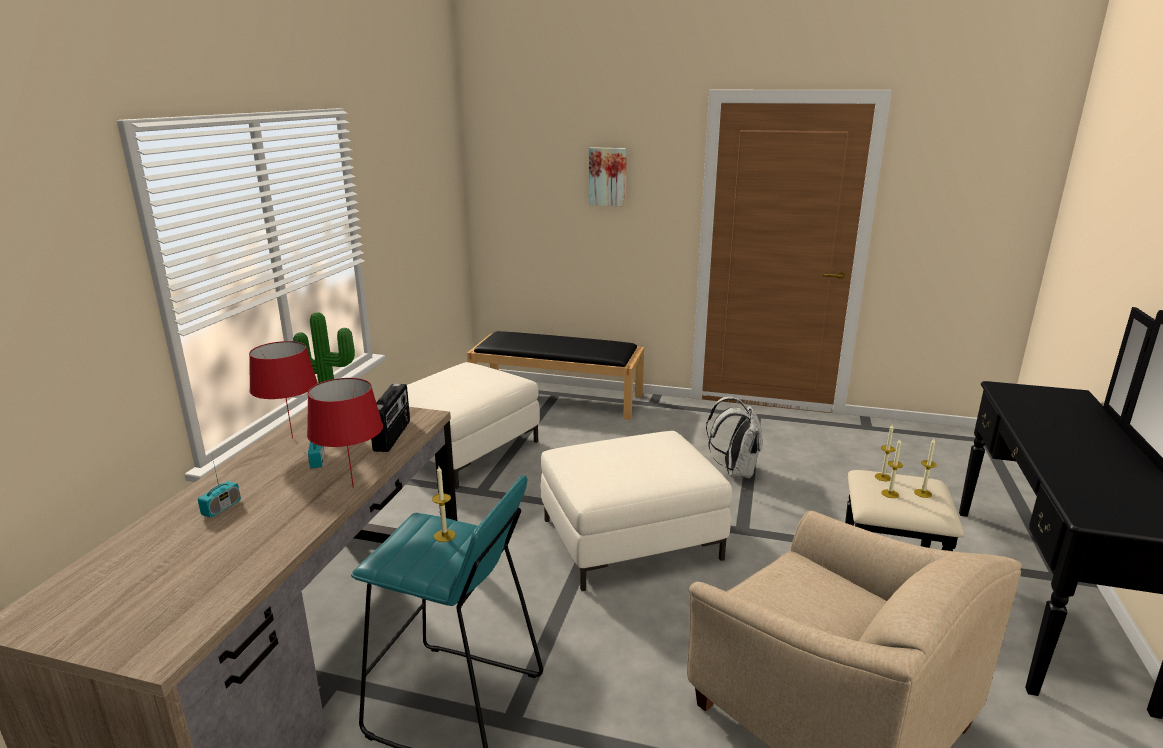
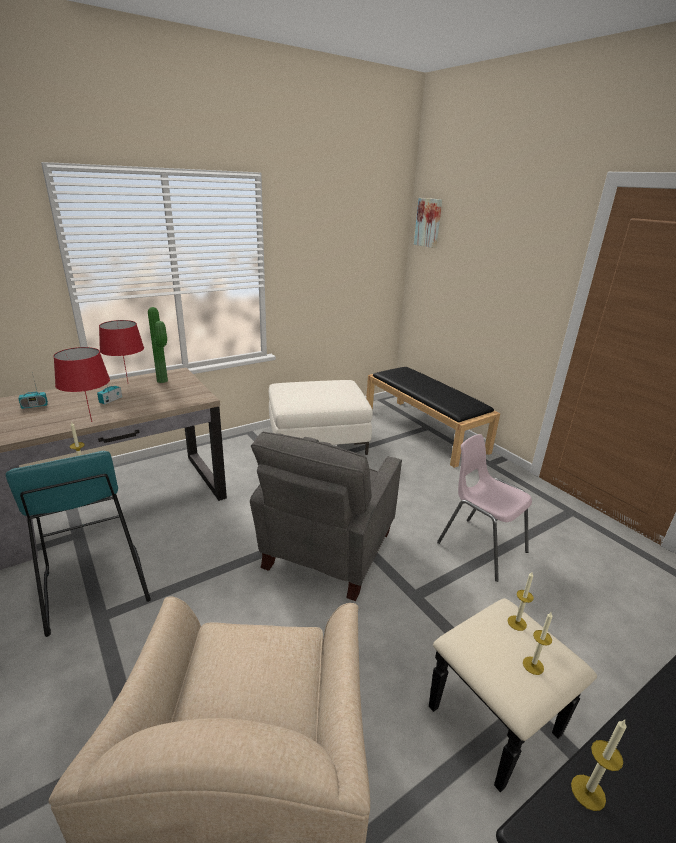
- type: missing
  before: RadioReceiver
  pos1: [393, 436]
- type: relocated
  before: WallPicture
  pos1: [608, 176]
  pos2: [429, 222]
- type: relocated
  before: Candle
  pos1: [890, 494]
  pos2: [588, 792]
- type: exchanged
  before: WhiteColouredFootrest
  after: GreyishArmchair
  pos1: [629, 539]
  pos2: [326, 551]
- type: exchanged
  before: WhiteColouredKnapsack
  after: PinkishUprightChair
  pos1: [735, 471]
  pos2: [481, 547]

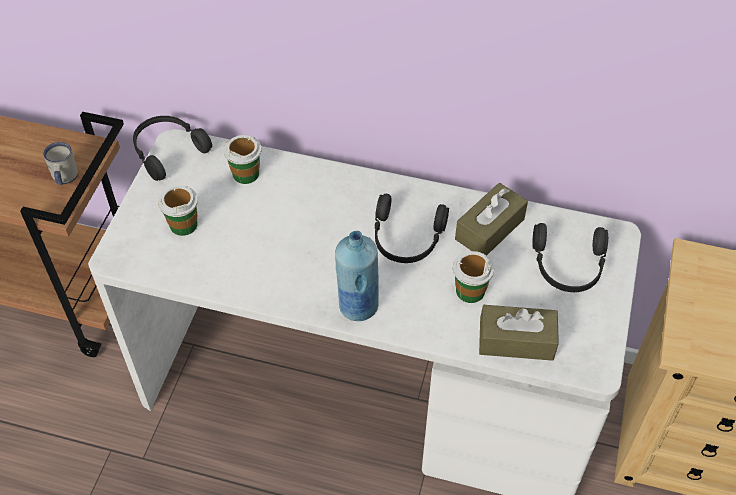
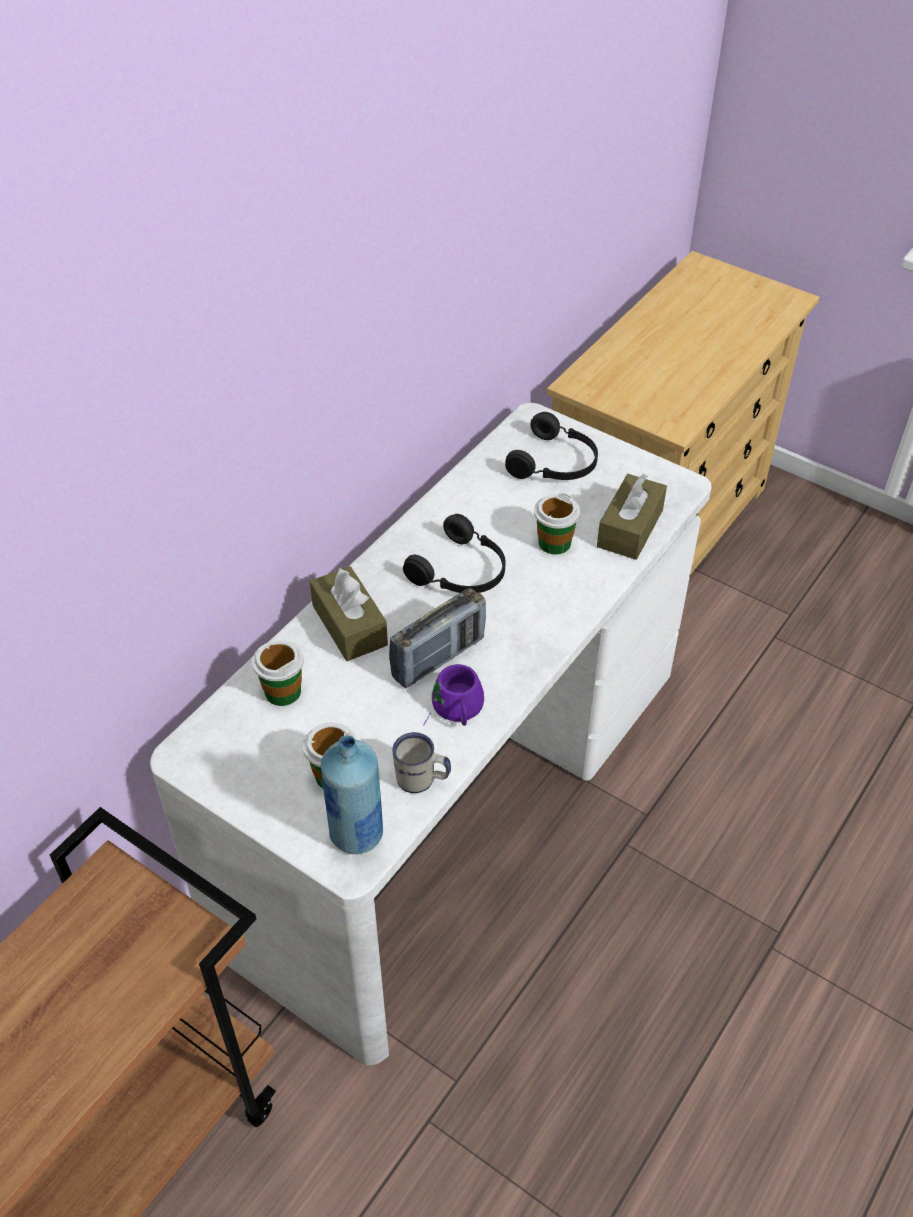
- type: missing
  before: BlackHeadphones
  pos1: [167, 151]
- type: appeared
  after: RadioReceiver
  pos2: [438, 658]
- type: appeared
  after: PurpleCoffeeMug
  pos2: [453, 709]
- type: relocated
  before: WhiteColouredCoffeeMug
  pos1: [64, 179]
  pos2: [422, 780]
- type: relocated
  before: BlueColouredBottle
  pos1: [357, 306]
  pos2: [356, 834]
- type: relocated
  before: BrownColouredBoxOfTissues
  pos1: [489, 229]
  pos2: [349, 625]

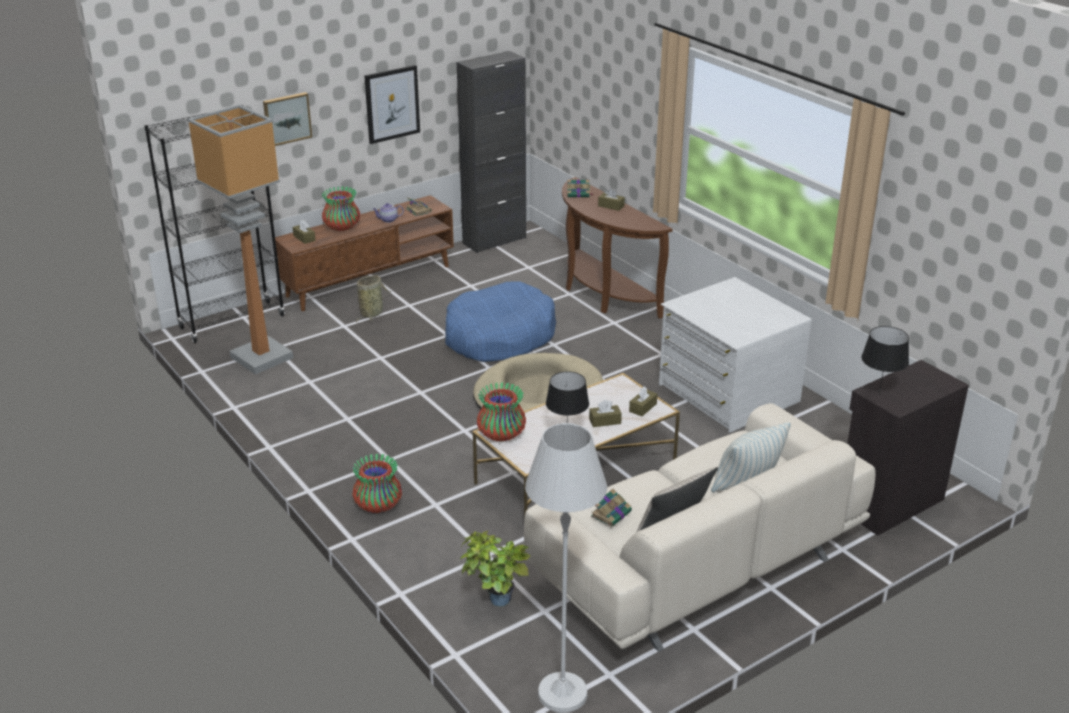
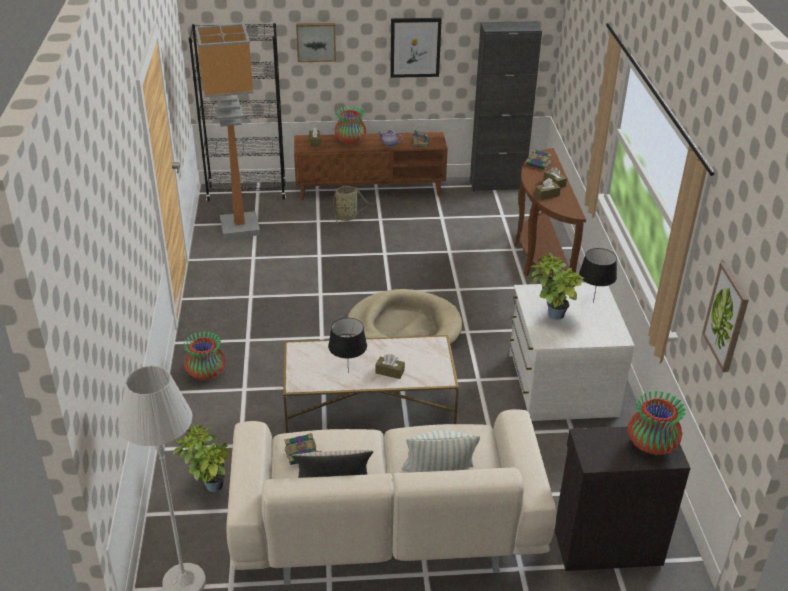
- type: missing
  before: BlueColouredPetBed
  pos1: [499, 337]
- type: appeared
  after: PottedPlant
  pos2: [551, 315]
- type: appeared
  after: WallPicture
  pos2: [726, 317]
- type: relocated
  before: DecorativeVase
  pos1: [501, 434]
  pos2: [651, 444]
- type: relocated
  before: BrownColouredBoxOfTissues
  pos1: [643, 407]
  pos2: [547, 195]
- type: relocated
  before: BlackLampForATable
  pos1: [878, 395]
  pos2: [592, 302]

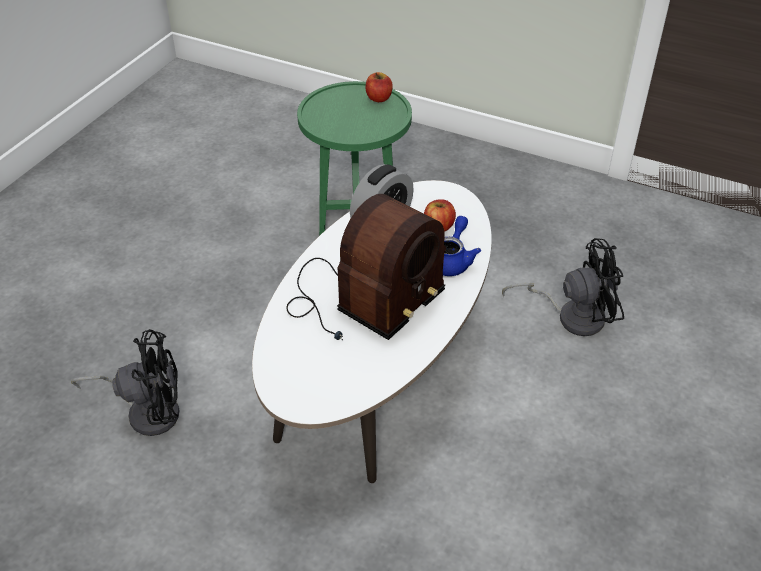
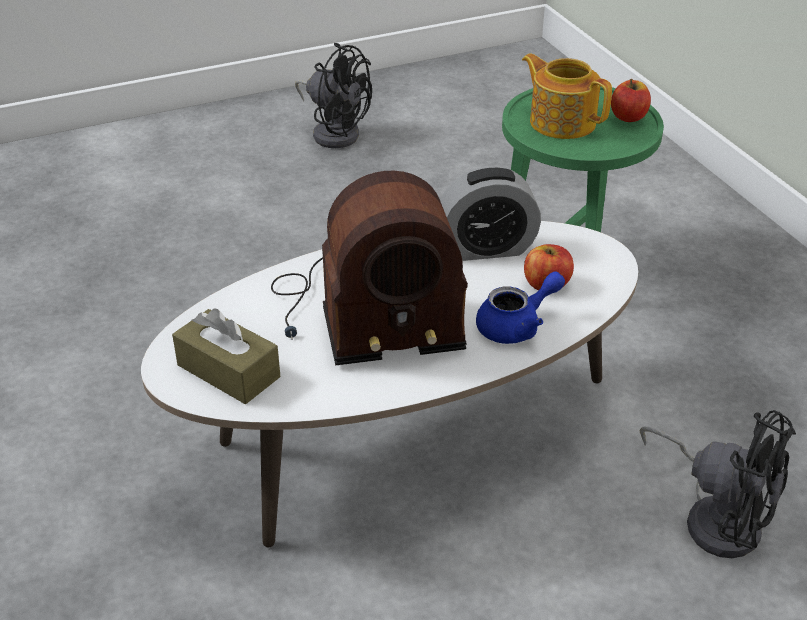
- type: appeared
  after: BrownColouredBoxOfTissues
  pos2: [228, 371]
- type: appeared
  after: Teapot
  pos2: [561, 122]
- type: relocated
  before: BlackElectricFan
  pos1: [147, 411]
  pos2: [334, 132]

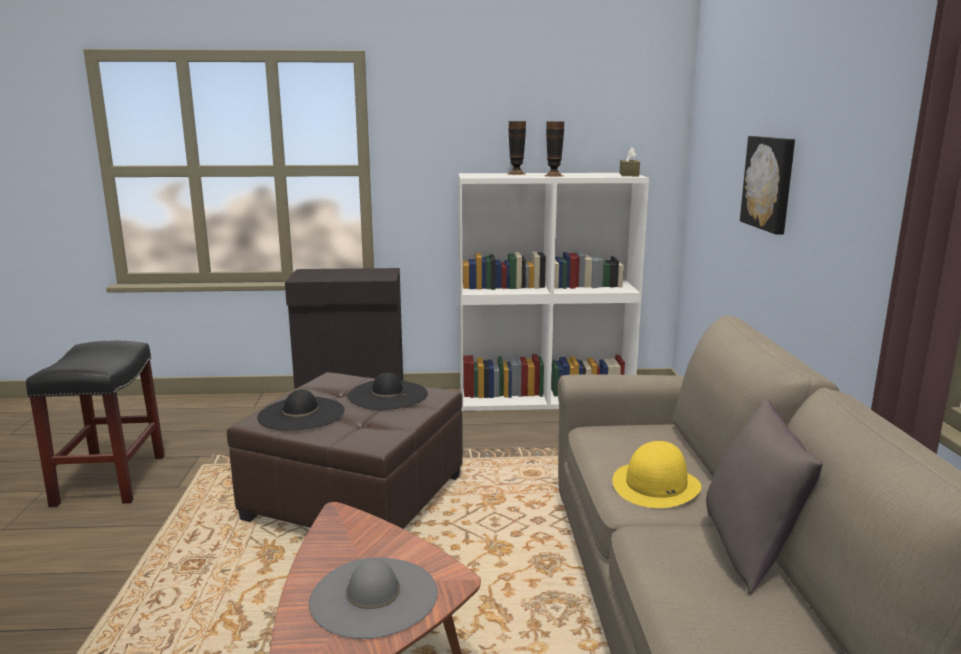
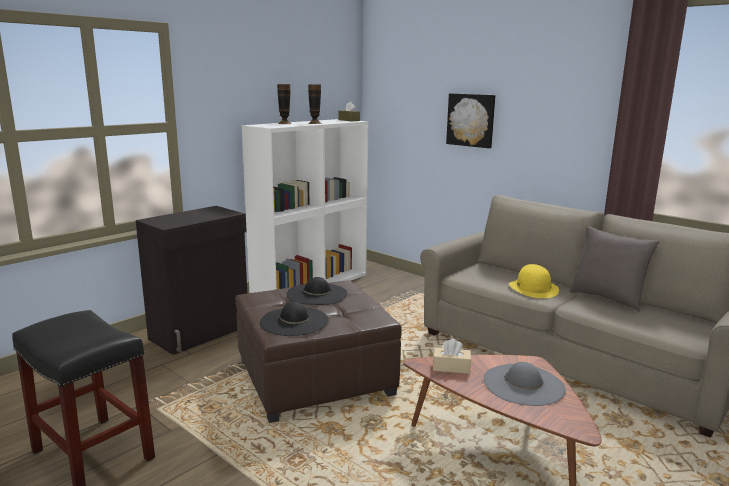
- type: appeared
  after: BeigeColouredBoxOfTissues
  pos2: [451, 367]

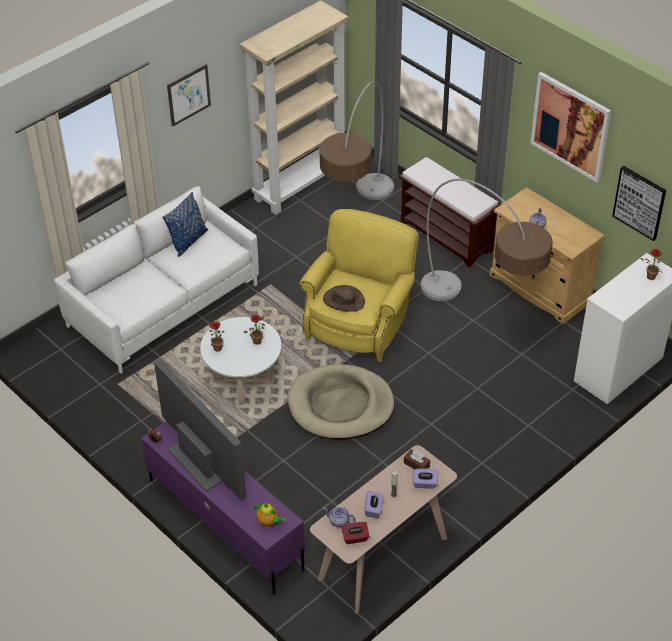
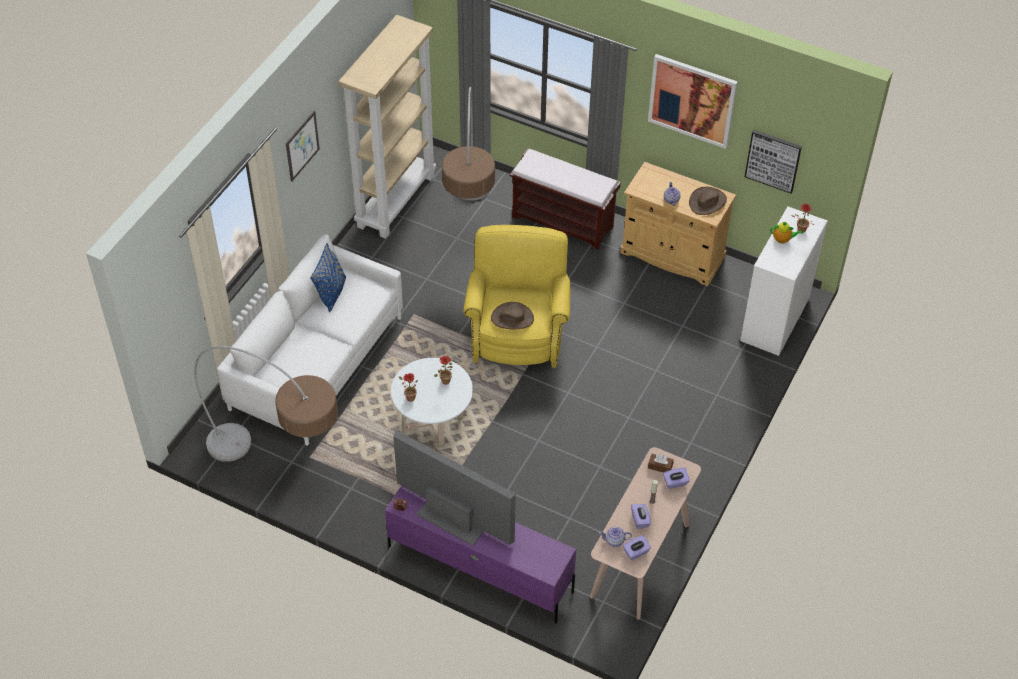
- type: missing
  before: BeigeColouredPetBed
  pos1: [340, 405]
- type: appeared
  after: BrownColouredWearableHat
  pos2: [707, 202]
- type: relocated
  before: Teapot
  pos1: [269, 522]
  pos2: [783, 239]
- type: relocated
  before: StandardLamp
  pos1: [482, 316]
  pos2: [281, 466]
- type: colour
  before: ReddishBoxOfTissues
  after: PurpleBoxOfTissues
  pos1: [355, 538]
  pos2: [636, 552]

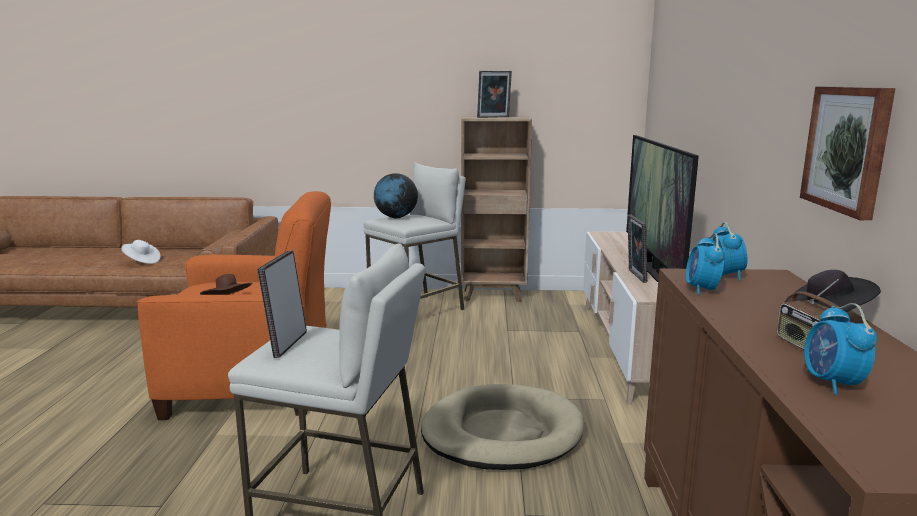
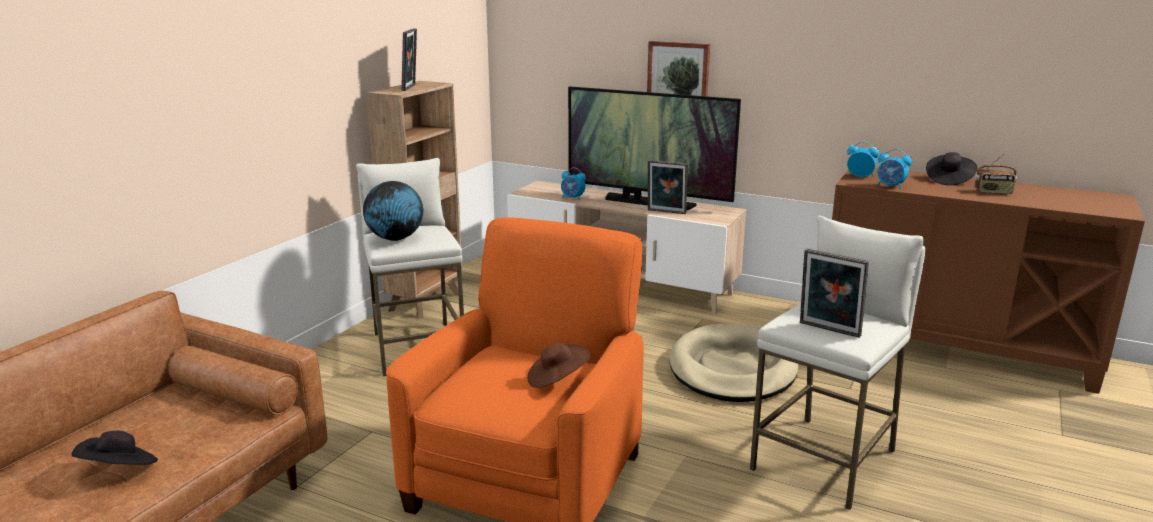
- type: relocated
  before: WallPicture
  pos1: [848, 149]
  pos2: [678, 74]
- type: relocated
  before: BedsideClock
  pos1: [832, 383]
  pos2: [572, 198]
- type: colour
  before: WhiteColouredWearableHat
  after: BlackWearableHat
  pos1: [142, 261]
  pos2: [120, 469]

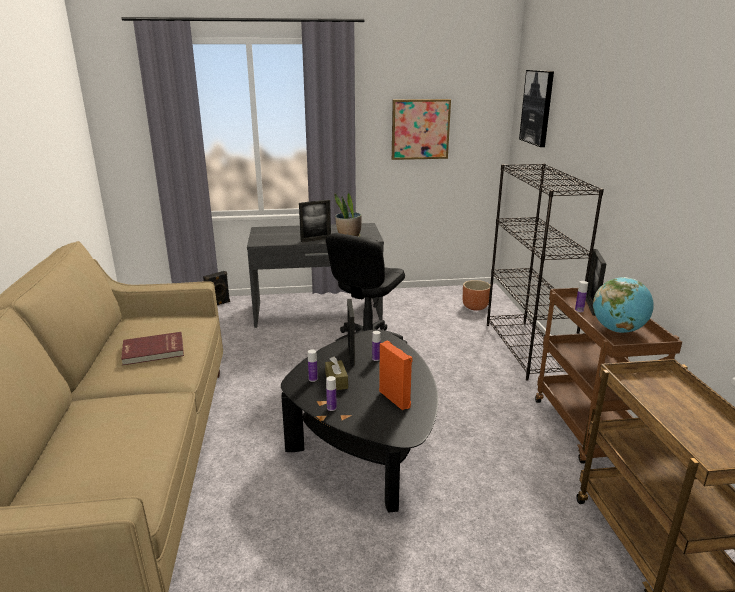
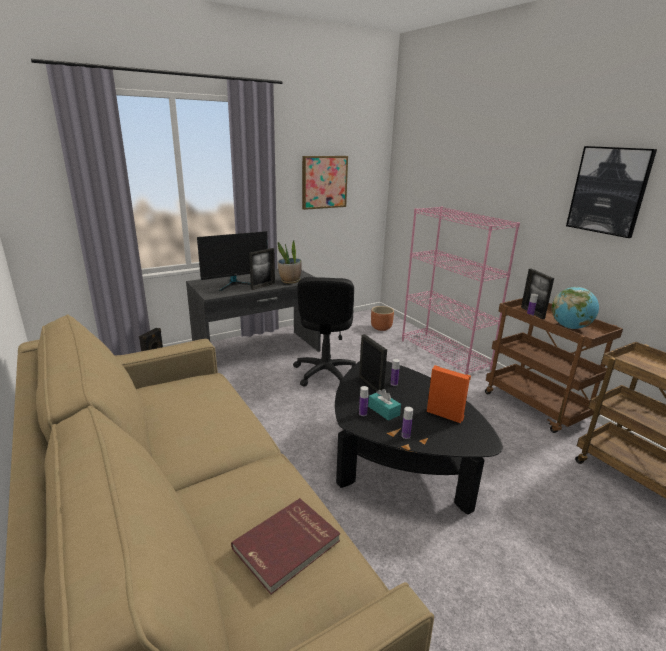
- type: appeared
  after: ComputerDisplay
  pos2: [235, 284]
- type: relocated
  before: ReddishVolume
  pos1: [153, 351]
  pos2: [287, 546]
- type: relocated
  before: WallPicture
  pos1: [537, 107]
  pos2: [609, 191]
- type: colour
  before: BrownColouredBoxOfTissues
  after: BlueGreenBoxOfTissues
  pos1: [336, 381]
  pos2: [383, 411]
- type: colour
  before: BlackShelvingUnit
  after: PinkishShelvingUnit
  pos1: [526, 349]
  pos2: [444, 354]

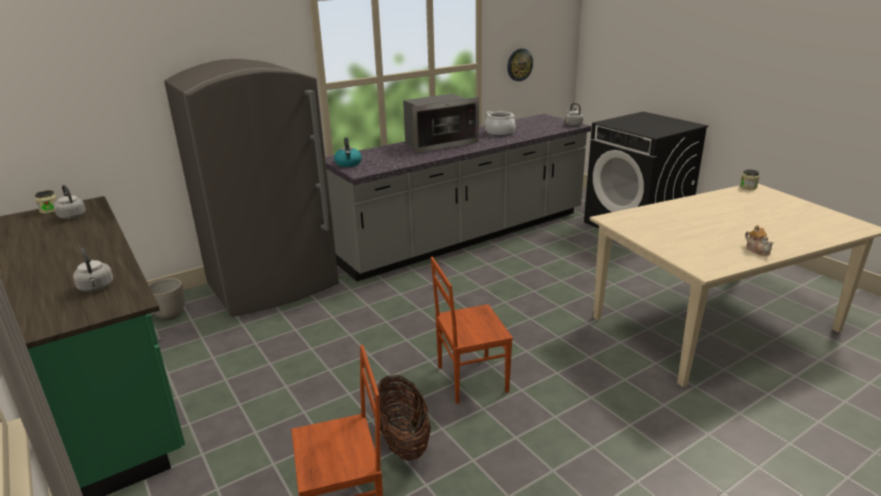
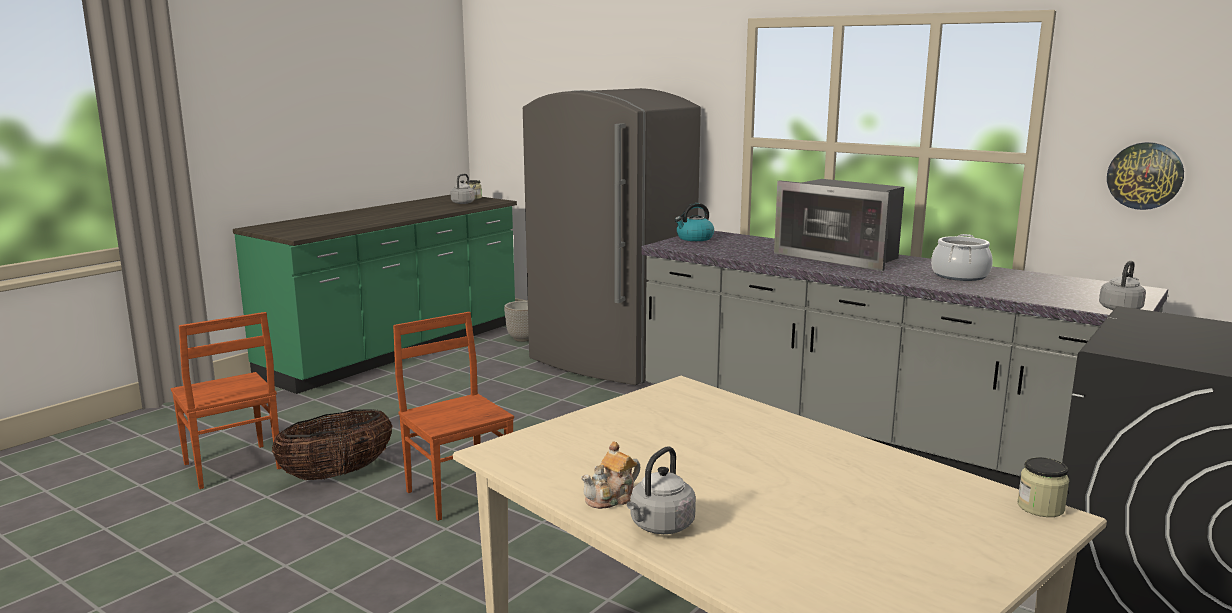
- type: relocated
  before: GreyishKettle
  pos1: [96, 288]
  pos2: [660, 526]

